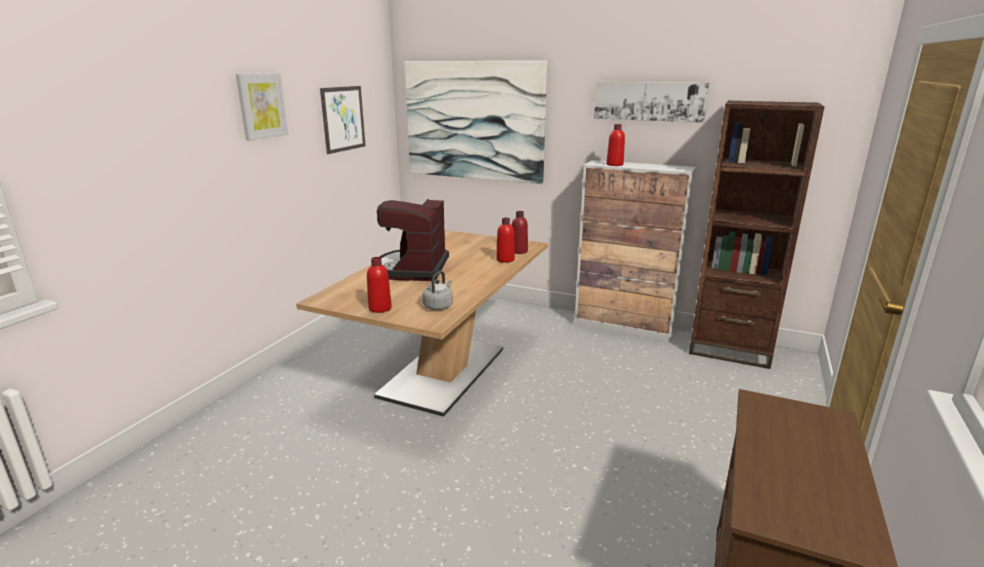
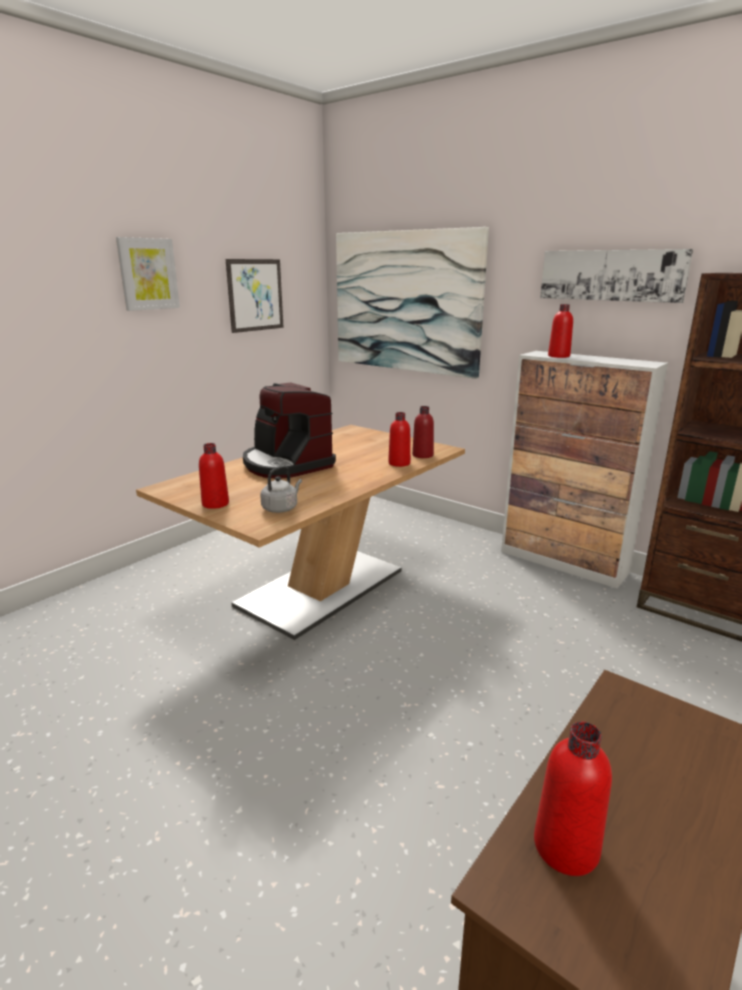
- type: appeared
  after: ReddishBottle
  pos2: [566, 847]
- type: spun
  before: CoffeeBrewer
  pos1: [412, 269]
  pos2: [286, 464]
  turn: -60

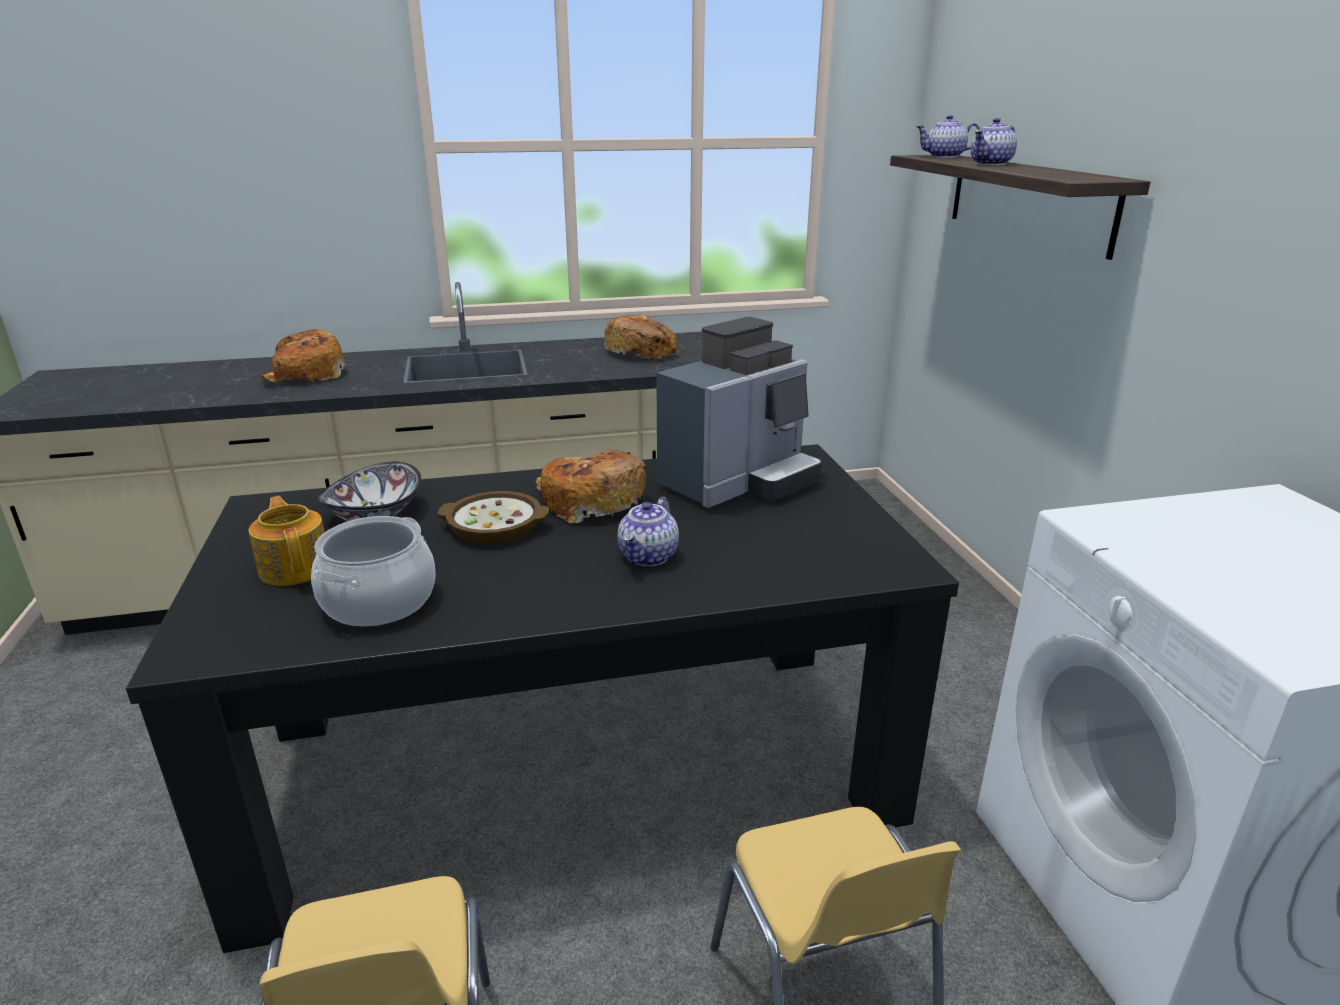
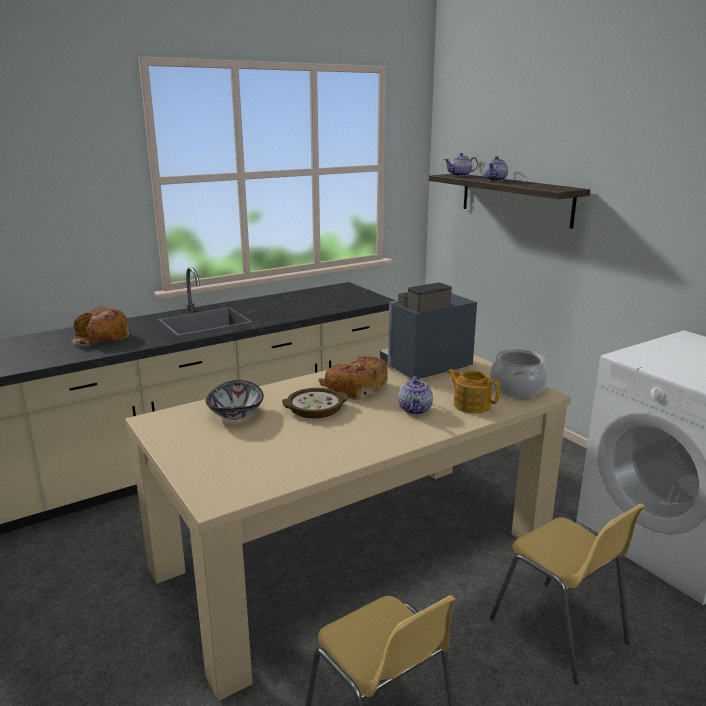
- type: missing
  before: Bread
  pos1: [642, 351]
- type: relocated
  before: Teapot
  pos1: [295, 567]
  pos2: [471, 405]
- type: relocated
  before: Stockpot
  pos1: [378, 600]
  pos2: [516, 388]
- type: colour
  before: BlackDinnerTable
  after: BeigeColouredDinnerTable
  pos1: [574, 765]
  pos2: [355, 552]
- type: spun
  before: CoffeeBrewer
  pos1: [740, 482]
  pos2: [424, 366]
  turn: -150

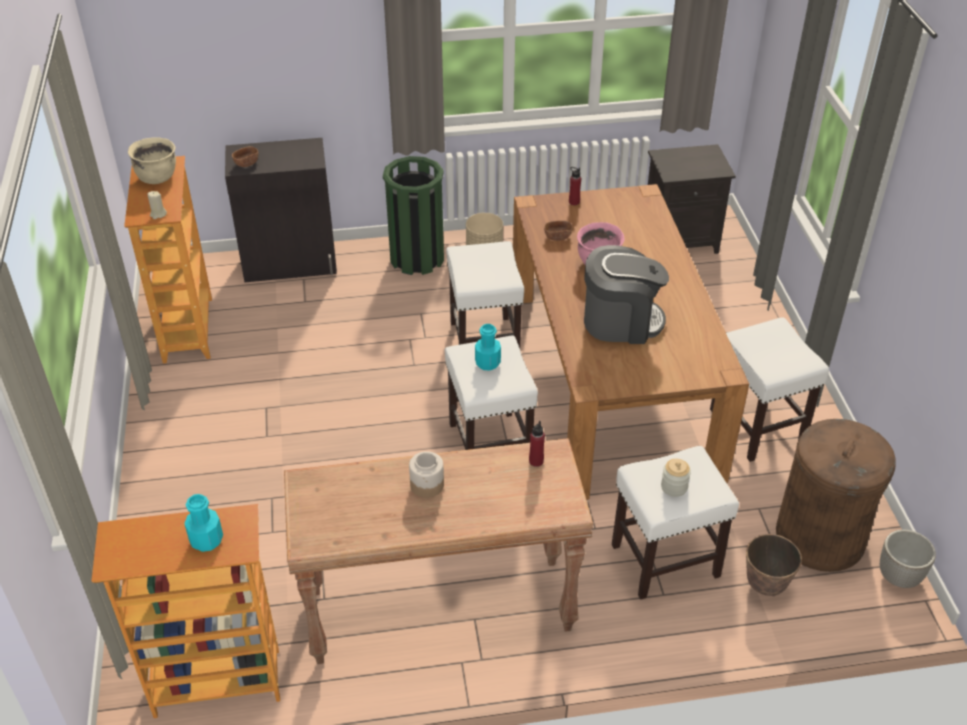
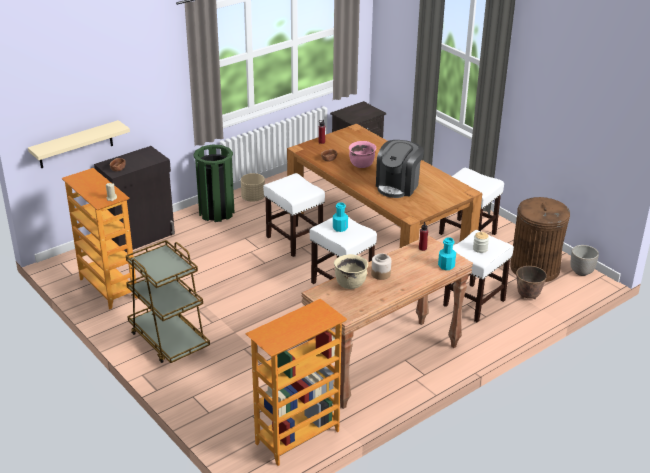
- type: appeared
  after: BeigeColouredBracketShelf
  pos2: [75, 145]
- type: appeared
  after: BrownColouredTrolley
  pos2: [168, 340]
- type: relocated
  before: BeigeColouredStockpot
  pos1: [157, 177]
  pos2: [350, 283]
- type: relocated
  before: BlueGreenBottle
  pos1: [206, 540]
  pos2: [446, 266]
- type: spun
  before: CoffeeBrewer
  pos1: [621, 321]
  pos2: [398, 186]
  turn: 150

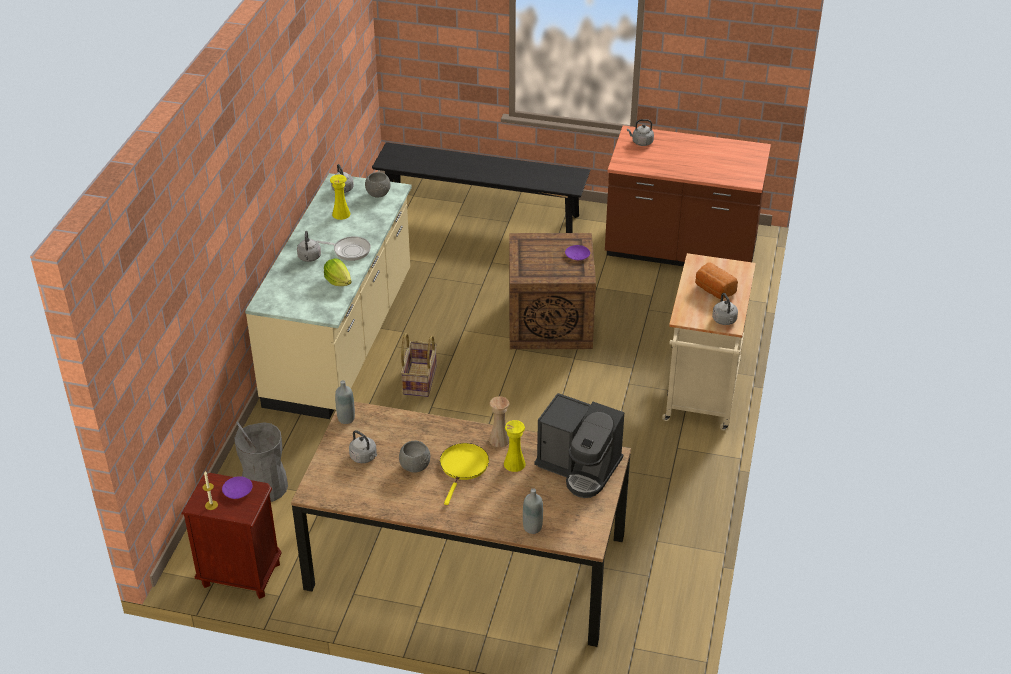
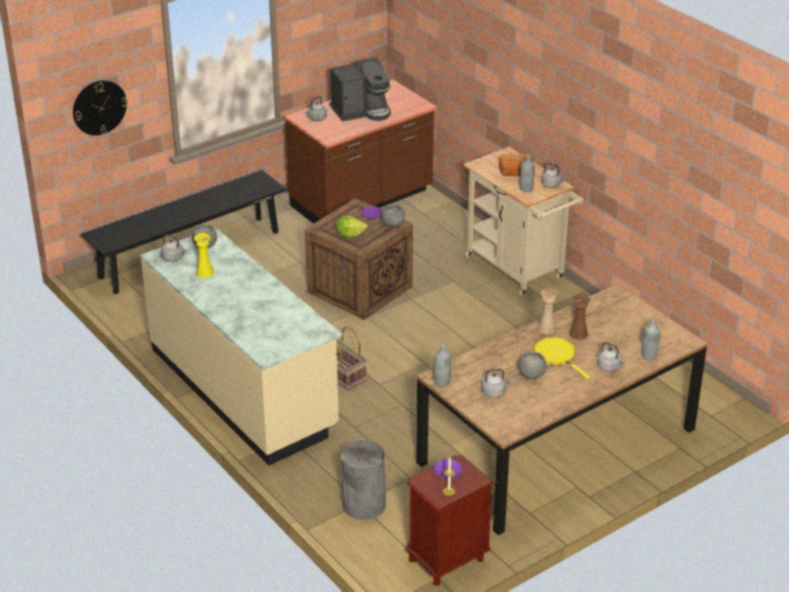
- type: missing
  before: Skillet
  pos1: [349, 250]
- type: appeared
  after: WallClock
  pos2: [99, 107]
- type: appeared
  after: GreyishBowl
  pos2: [393, 224]
- type: appeared
  after: GreyishBottle
  pos2: [526, 189]
- type: relocated
  before: GreyishKettle
  pos1: [309, 258]
  pos2: [610, 367]
- type: relocated
  before: LettuceHead
  pos1: [338, 281]
  pos2: [349, 234]
- type: relocated
  before: CoffeeBrewer
  pos1: [579, 467]
  pos2: [362, 111]
- type: colour
  before: YellowishDecorativeVase
  after: BrownColouredDecorativeVase
  pos1: [514, 464]
  pos2: [578, 334]

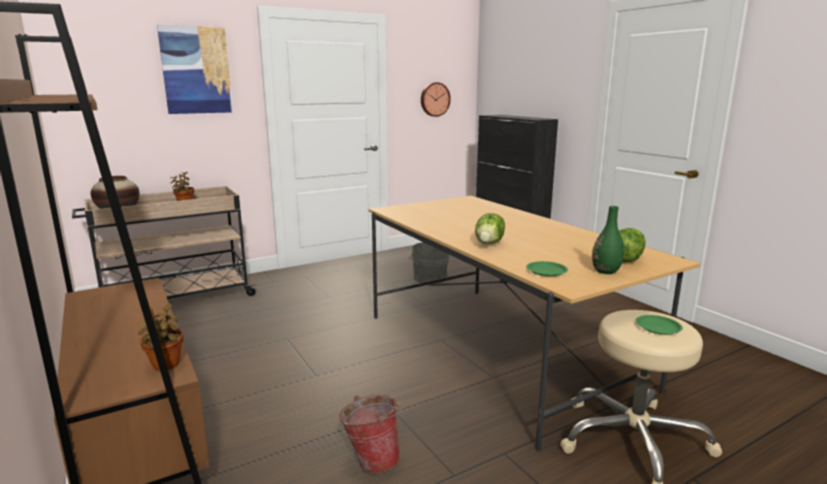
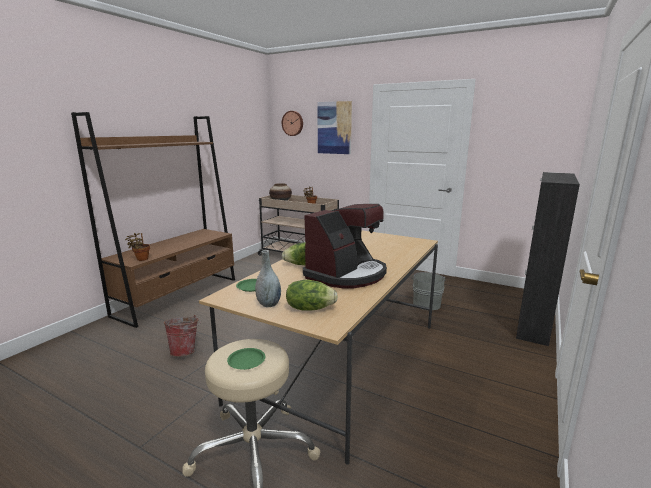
- type: appeared
  after: CoffeeBrewer
  pos2: [347, 274]
- type: relocated
  before: WallClock
  pos1: [434, 99]
  pos2: [293, 123]
- type: colour
  before: GreenDecorativeVase
  after: GreyishDecorativeVase
  pos1: [605, 271]
  pos2: [268, 304]

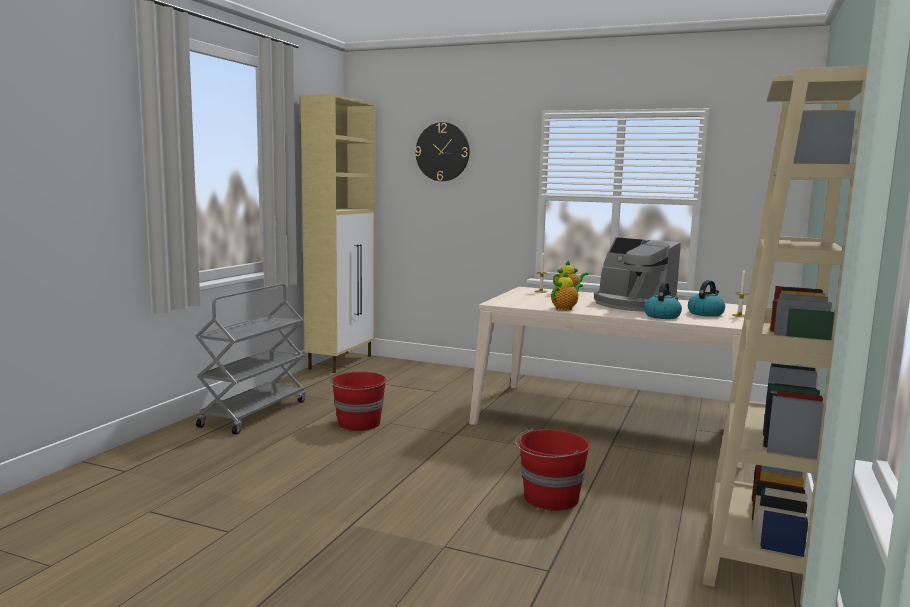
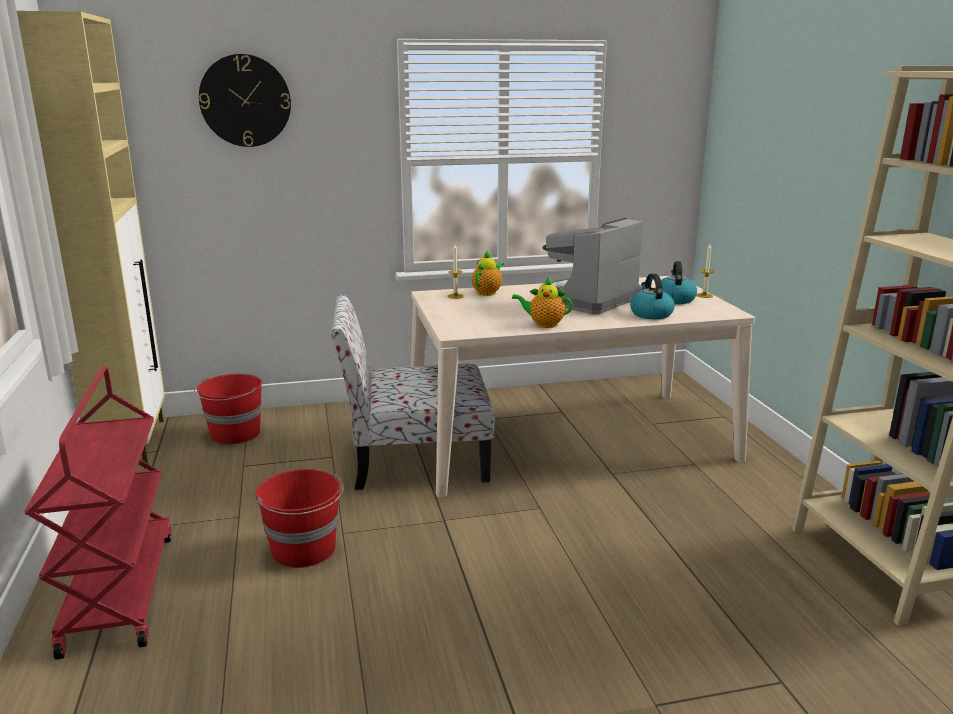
- type: appeared
  after: UprightChair
  pos2: [415, 460]
- type: relocated
  before: ReddishBucket
  pos1: [550, 498]
  pos2: [235, 434]
- type: colour
  before: GreyishTrolley
  after: ReddishTrolley
  pos1: [254, 413]
  pos2: [119, 591]
- type: spun
  before: Teapot
  pos1: [565, 308]
  pos2: [543, 324]
  turn: -90
- type: spun
  before: CoffeeBrewer
  pos1: [632, 304]
  pos2: [587, 300]
  turn: 120

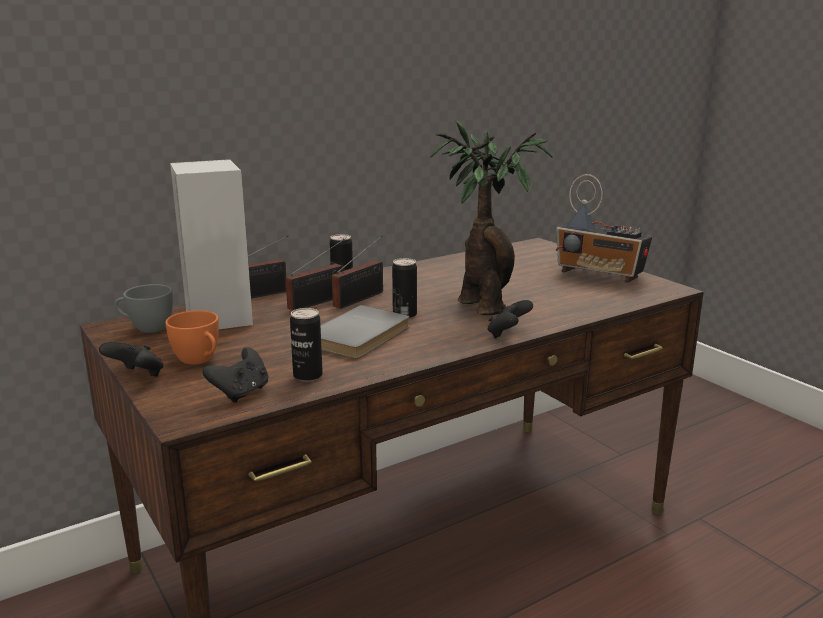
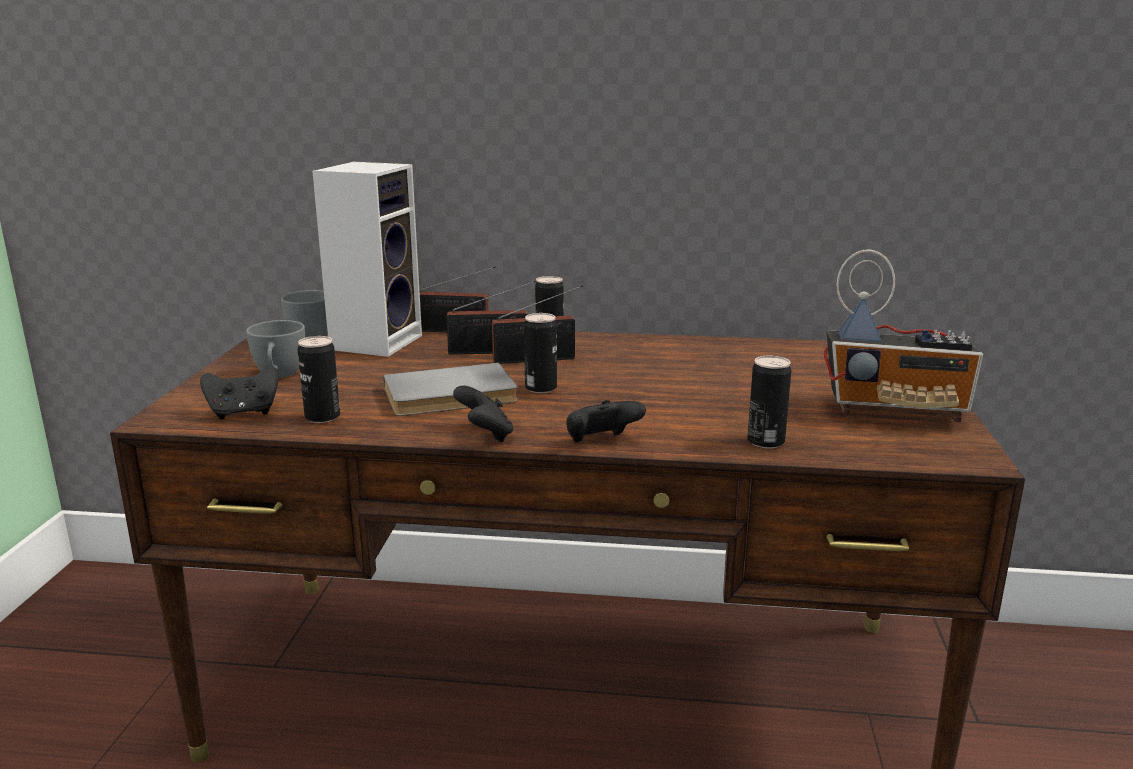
- type: missing
  before: PottedPlant
  pos1: [481, 305]
- type: appeared
  after: MetalCan
  pos2: [765, 442]
- type: relocated
  before: BlackGameController
  pos1: [137, 376]
  pos2: [485, 435]
- type: colour
  before: OrangeDrinkingCup
  after: GreyishDrinkingCup
  pos1: [199, 360]
  pos2: [279, 375]
- type: spun
  before: RadioReceiver
  pos1: [600, 276]
  pos2: [895, 412]
  turn: -60

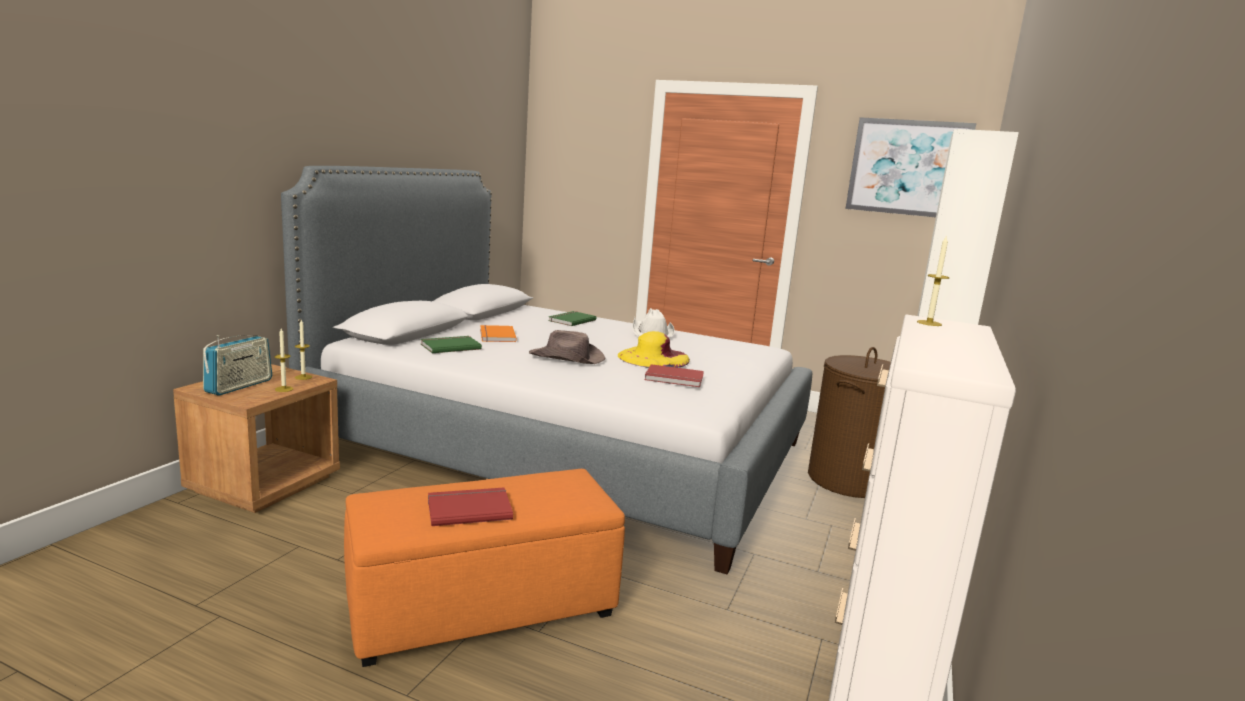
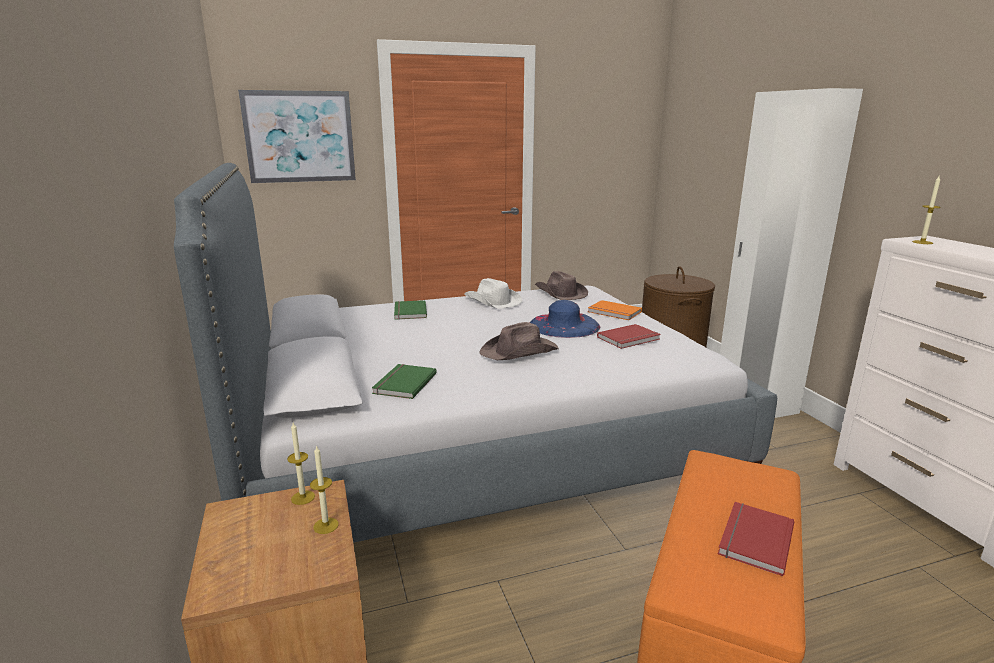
- type: missing
  before: RadioReceiver
  pos1: [239, 386]
- type: appeared
  after: BrownColouredWearableHat
  pos2: [560, 293]
- type: relocated
  before: OrangeVolume
  pos1: [496, 336]
  pos2: [614, 312]
- type: relocated
  before: WallPicture
  pos1: [908, 168]
  pos2: [299, 137]
- type: colour
  before: YellowishWearableHat
  after: BlueColouredWearableHat
  pos1: [653, 357]
  pos2: [564, 325]

